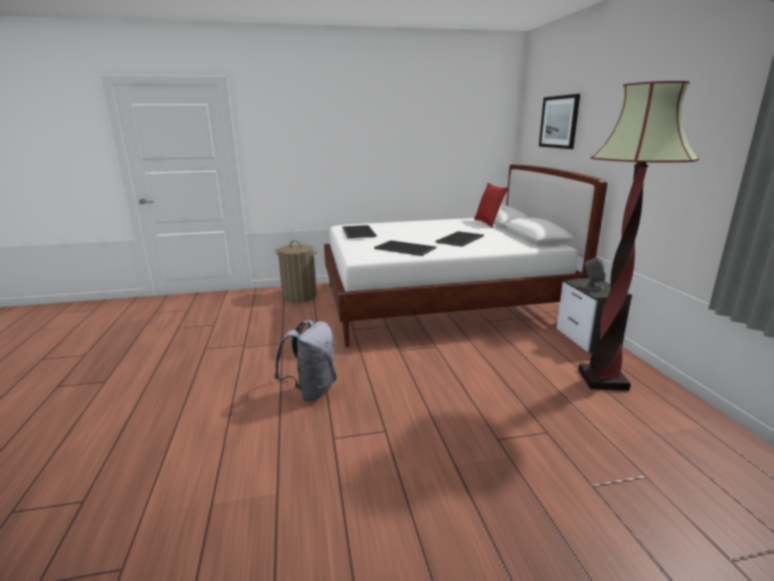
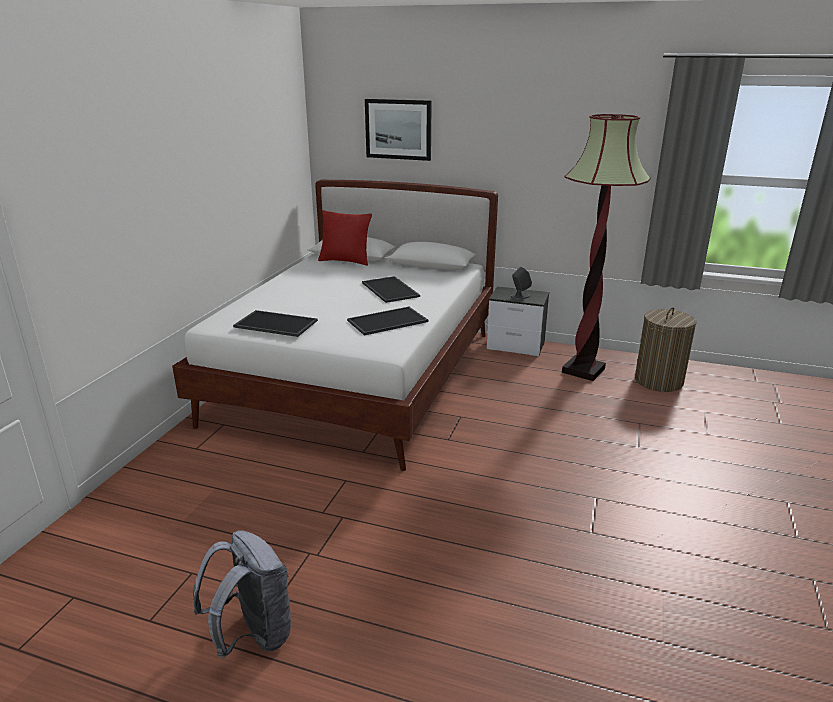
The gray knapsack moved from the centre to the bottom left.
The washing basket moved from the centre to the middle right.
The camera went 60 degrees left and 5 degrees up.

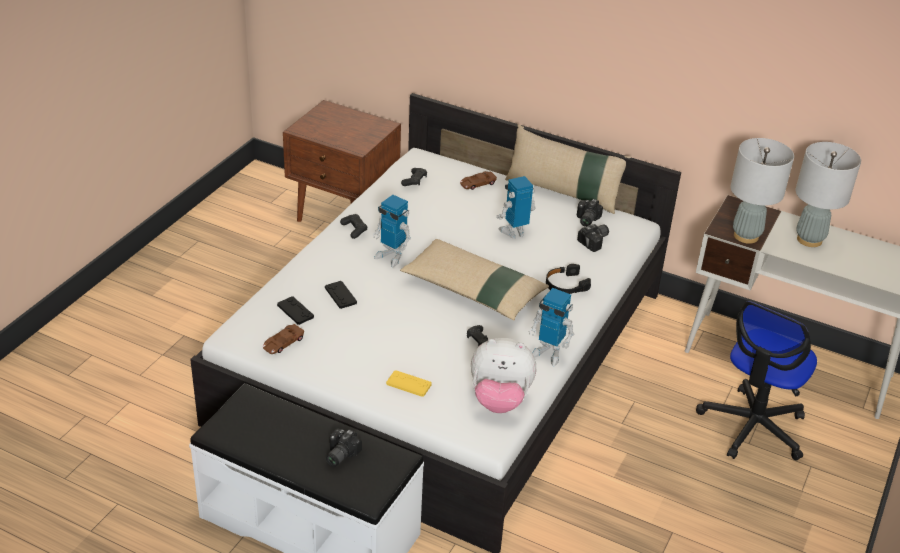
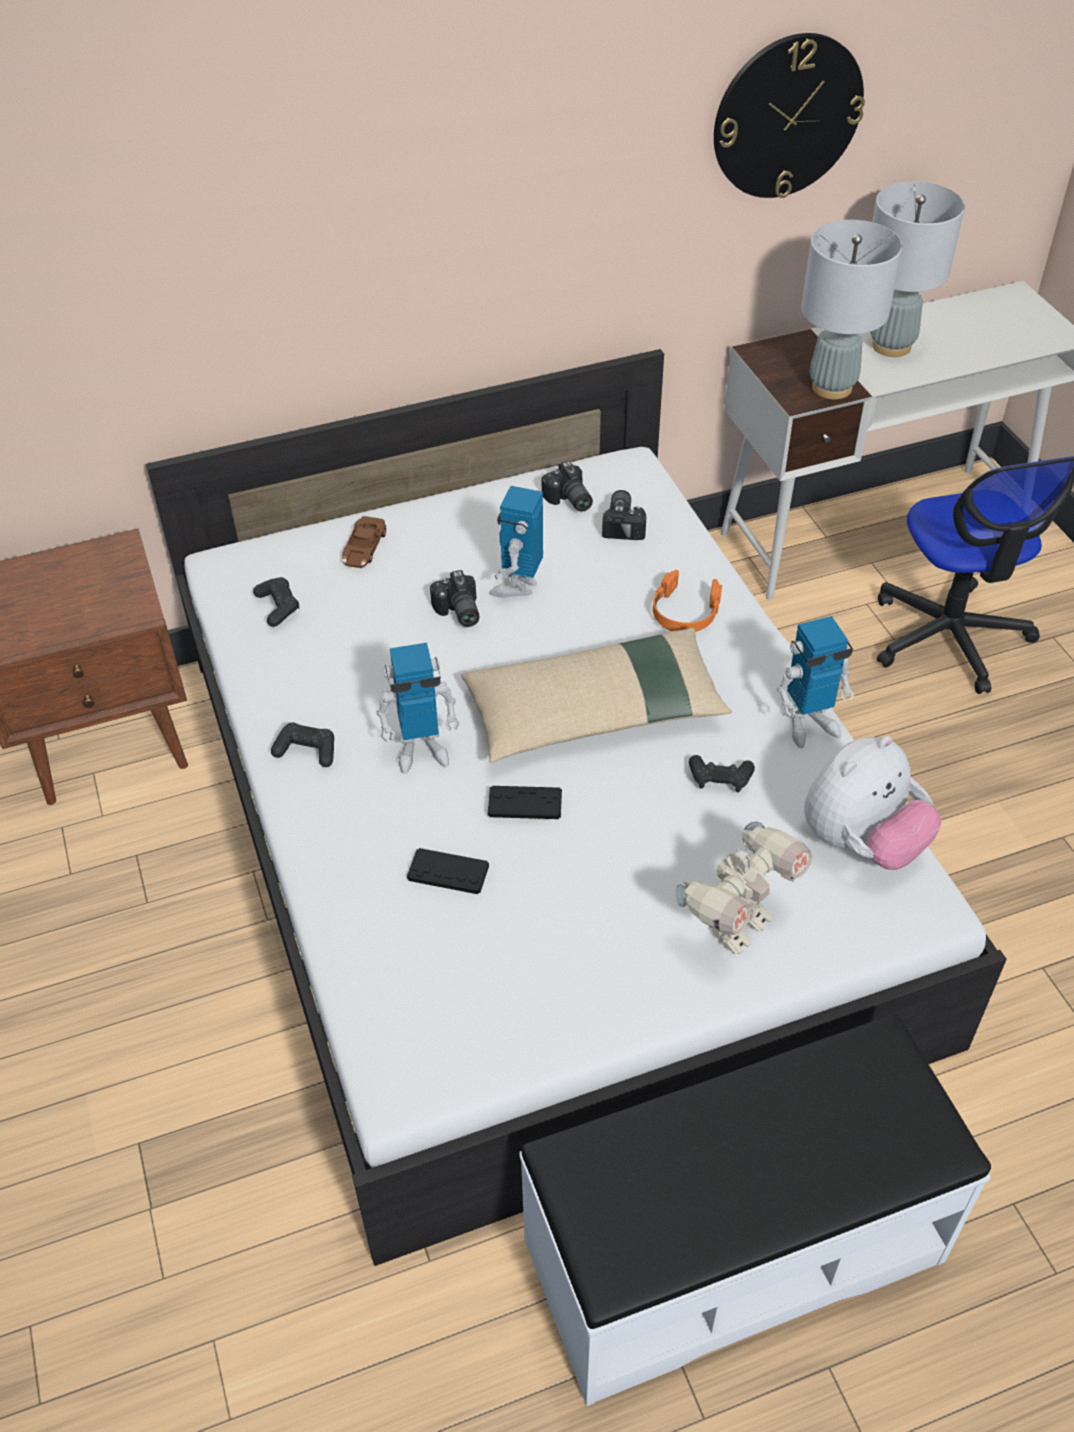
The still camera (no. 1 from left) moved from the bottom centre to the centre.
The black game controller (no. 1 from left in the first image) moved from the middle left to the centre.
The black headphones at the centre became the orangey headphones at the centre.
The yellow-coloured game controller at the bottom centre was replaced by the toy robot (no. 3 from left) at the middle right.
The clock on the wall at the top right appeared.
The brownish model car (no. 1 from left) at the middle left disappeared.
The beige pillow (no. 2 from left) at the top centre disappeared.
The camera went 45 degrees left and 10 degrees up.

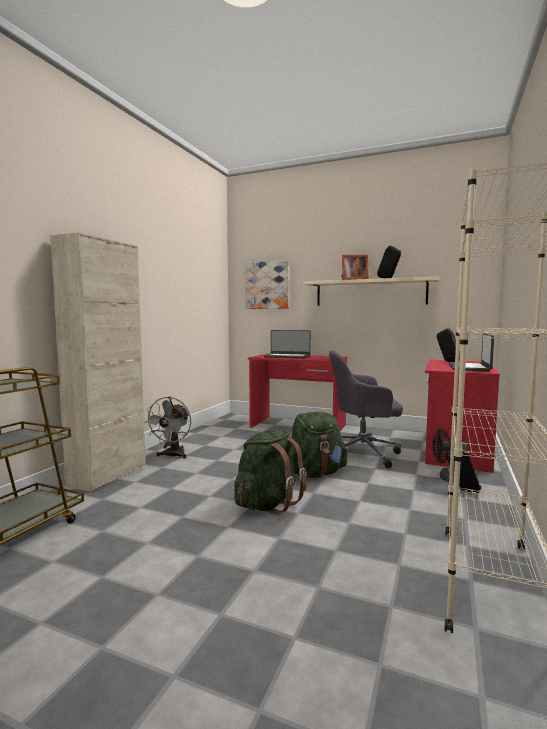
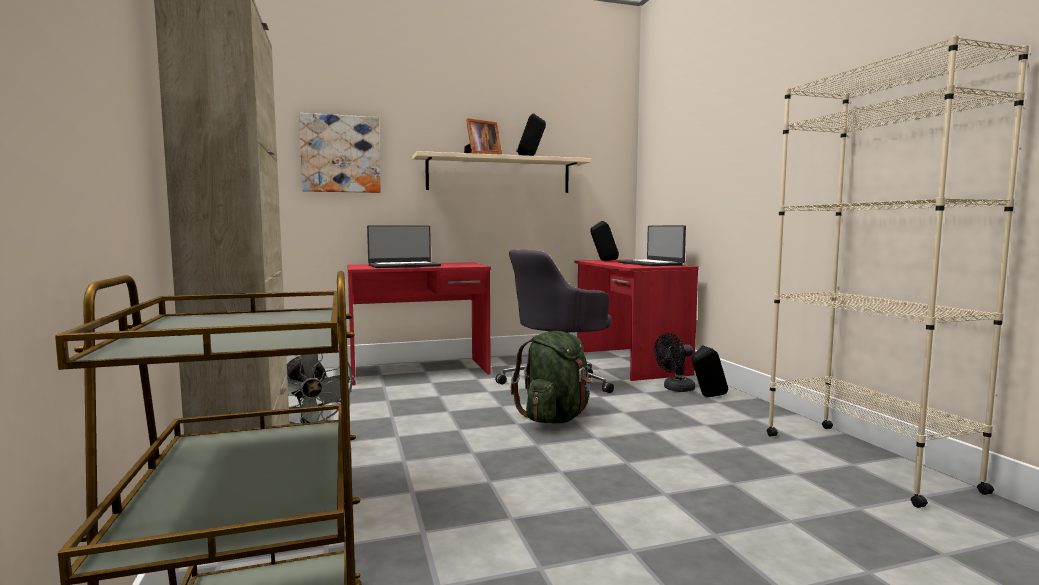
The greenish knapsack (no. 1 from left) at the centre disappeared.
The camera went 40 degrees left and 0 degrees up.

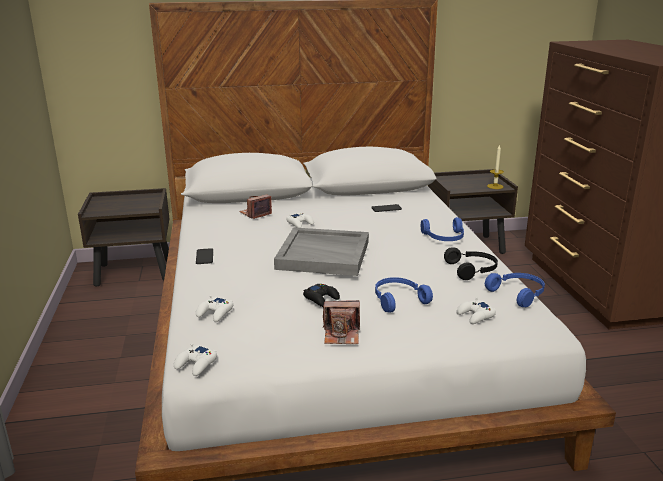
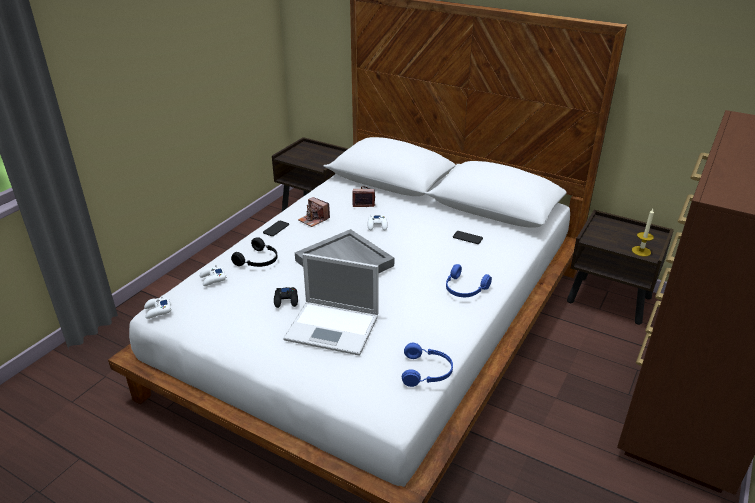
The black headphones moved from the middle right to the centre.
The blue-coloured headphones (no. 1 from left) at the centre was replaced by the portable computer at the centre.
The still camera (no. 2 from left in the first image) moved from the bottom centre to the centre.
The whitish game controller (no. 4 from left) at the middle right disappeared.
The camera went 40 degrees right and 10 degrees up.

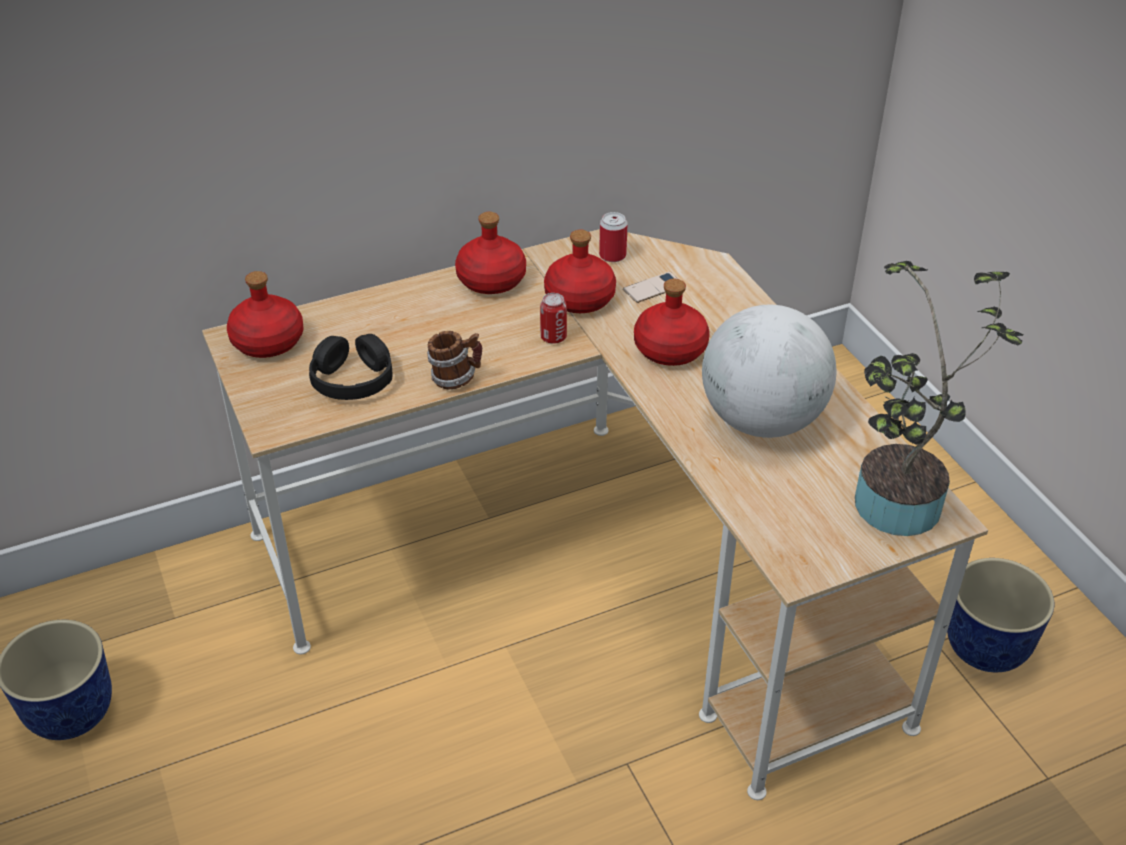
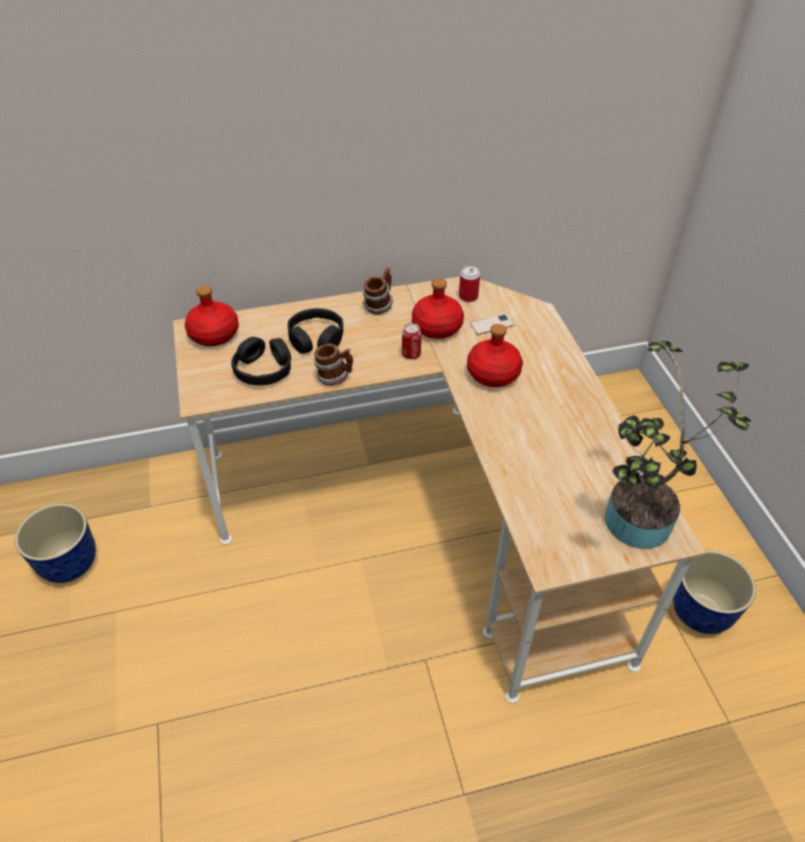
The black headphones (no. 2 from left) at the centre appeared.
The red-coloured beverage bottle (no. 2 from left) at the top centre was replaced by the coffee mug (no. 2 from left) at the centre.
The desk globe at the middle right disappeared.
The camera went 10 degrees right and 5 degrees up.

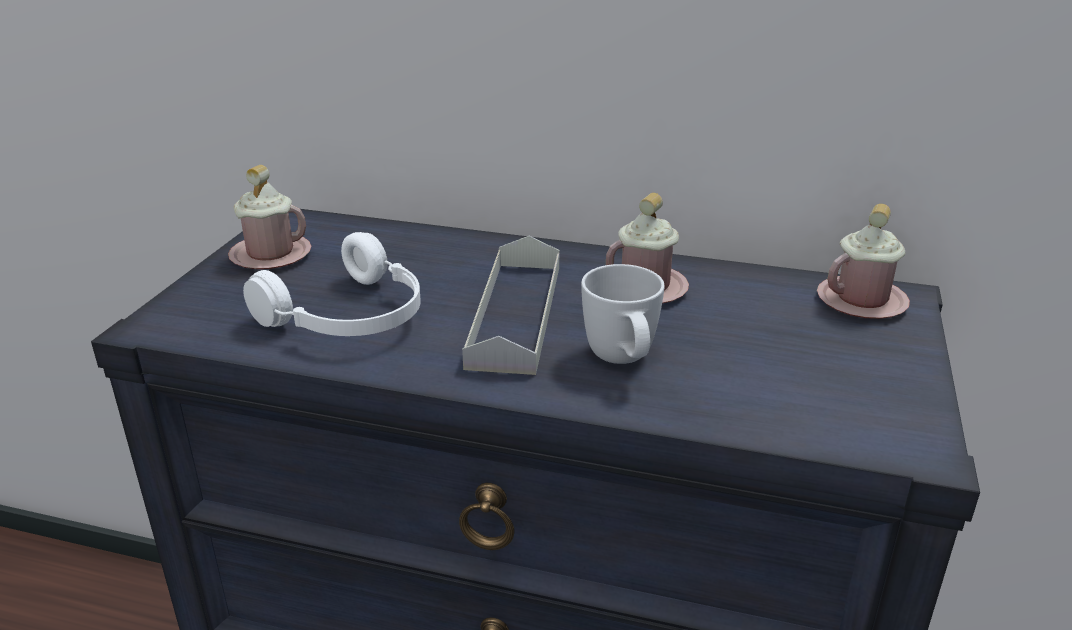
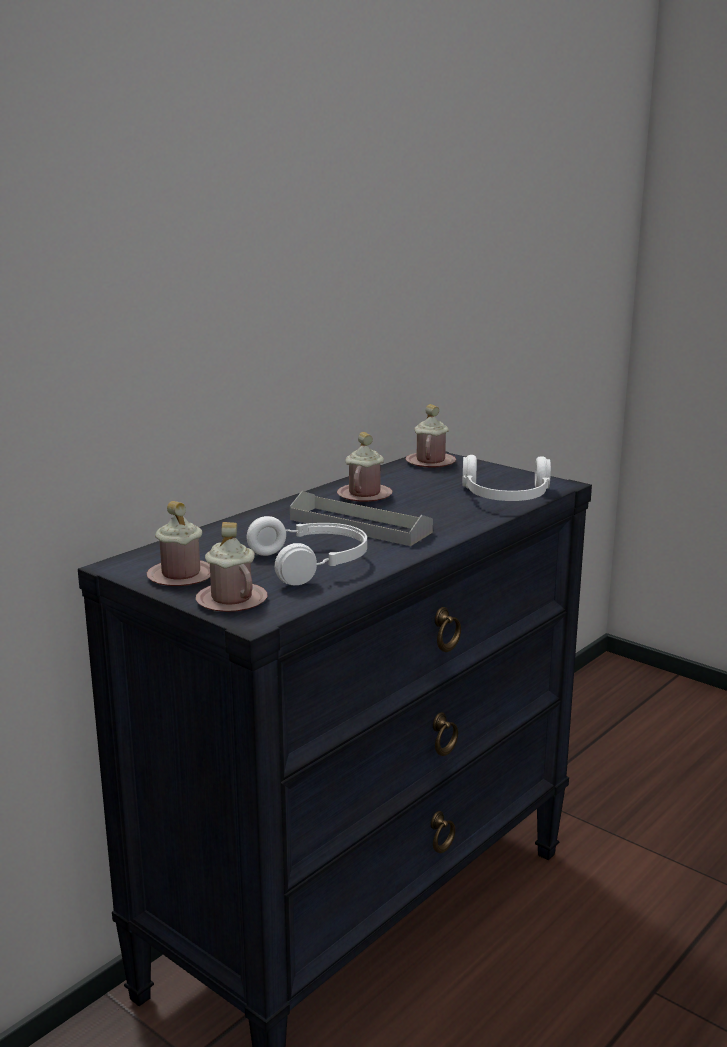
The pinkish coffee mug (no. 2 from left) at the middle left appeared.
The whitish headphones (no. 2 from left) at the middle right appeared.
The whitish coffee mug at the centre disappeared.
The camera went 65 degrees left and 10 degrees down.

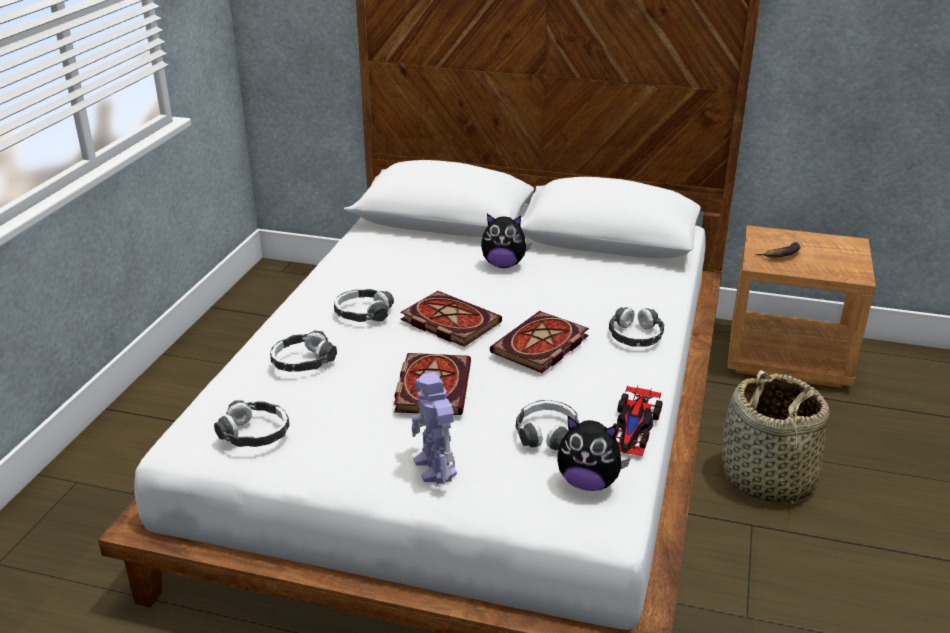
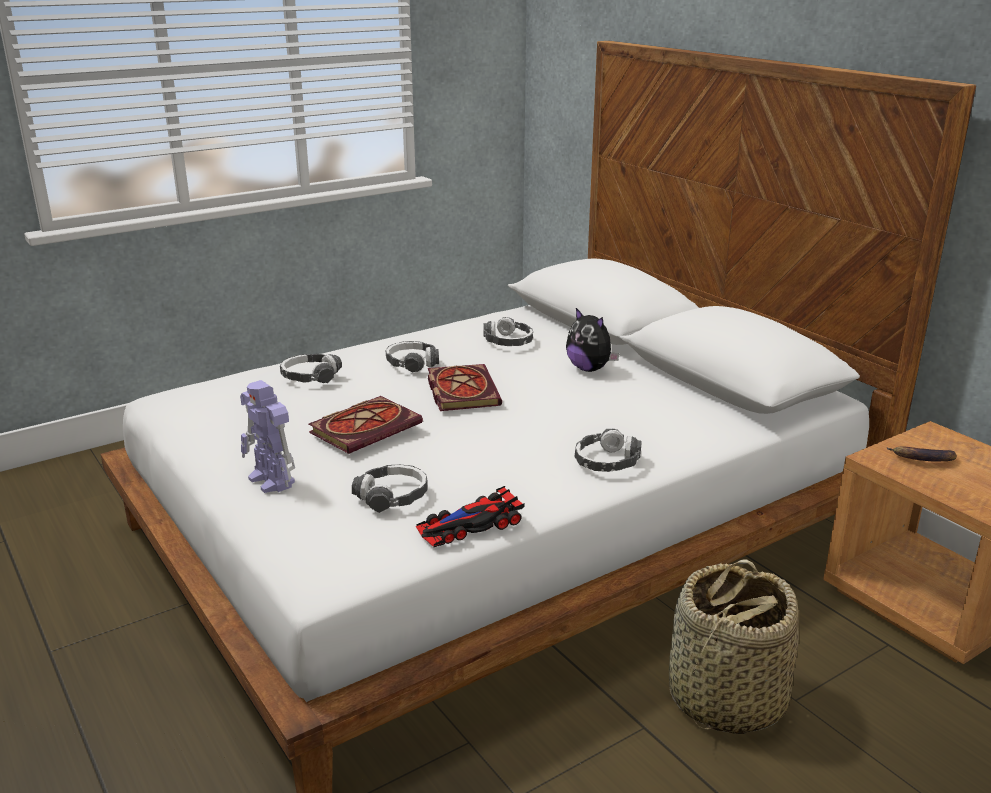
The toy robot at the bottom centre turned 60 degrees counterclockwise.
The headphones (no. 1 from left in the first image) moved from the bottom left to the centre.
The book (no. 3 from left) at the centre disappeared.
The cuddly toy (no. 2 from left) at the bottom centre disappeared.
The camera went 40 degrees right and 5 degrees down.

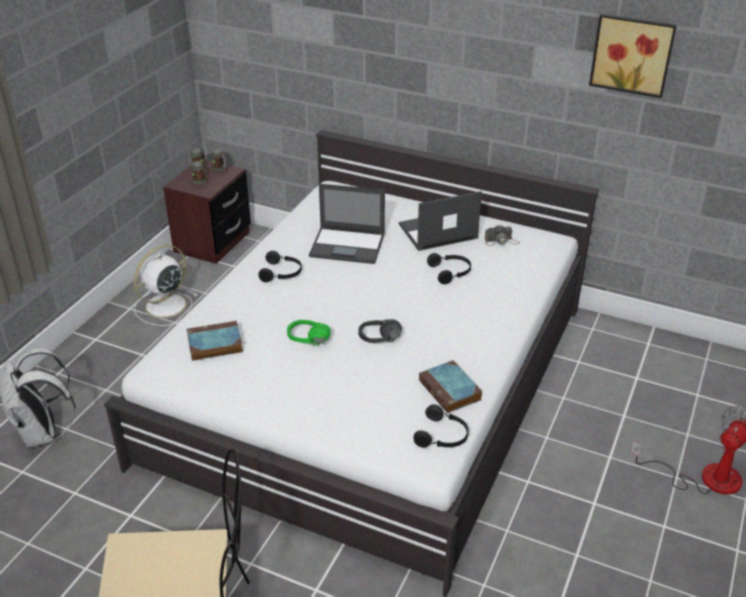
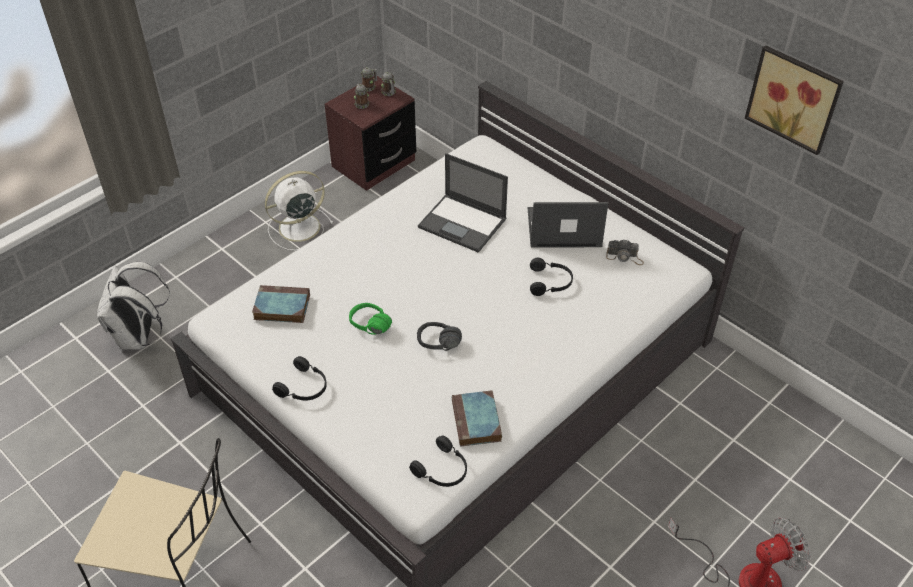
The black headphones (no. 1 from left) moved from the centre to the middle left.
The camera went 20 degrees right and 10 degrees up.

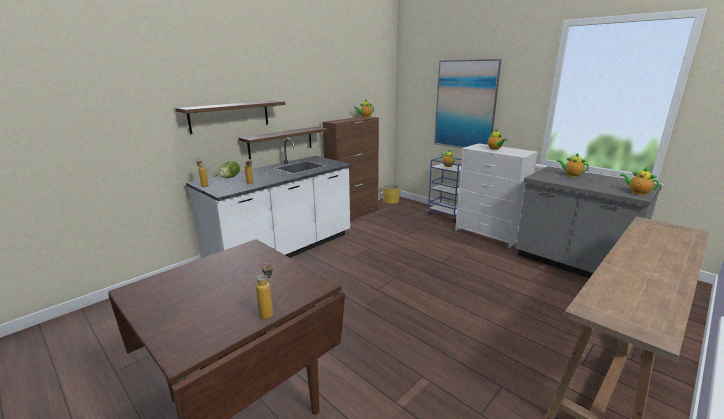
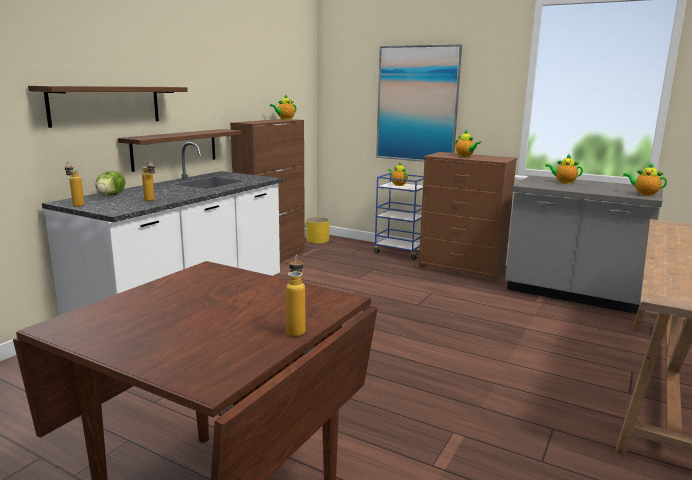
The whitish dresser at the middle right became the brownish dresser at the middle right.
The camera went 15 degrees left and 5 degrees down.

